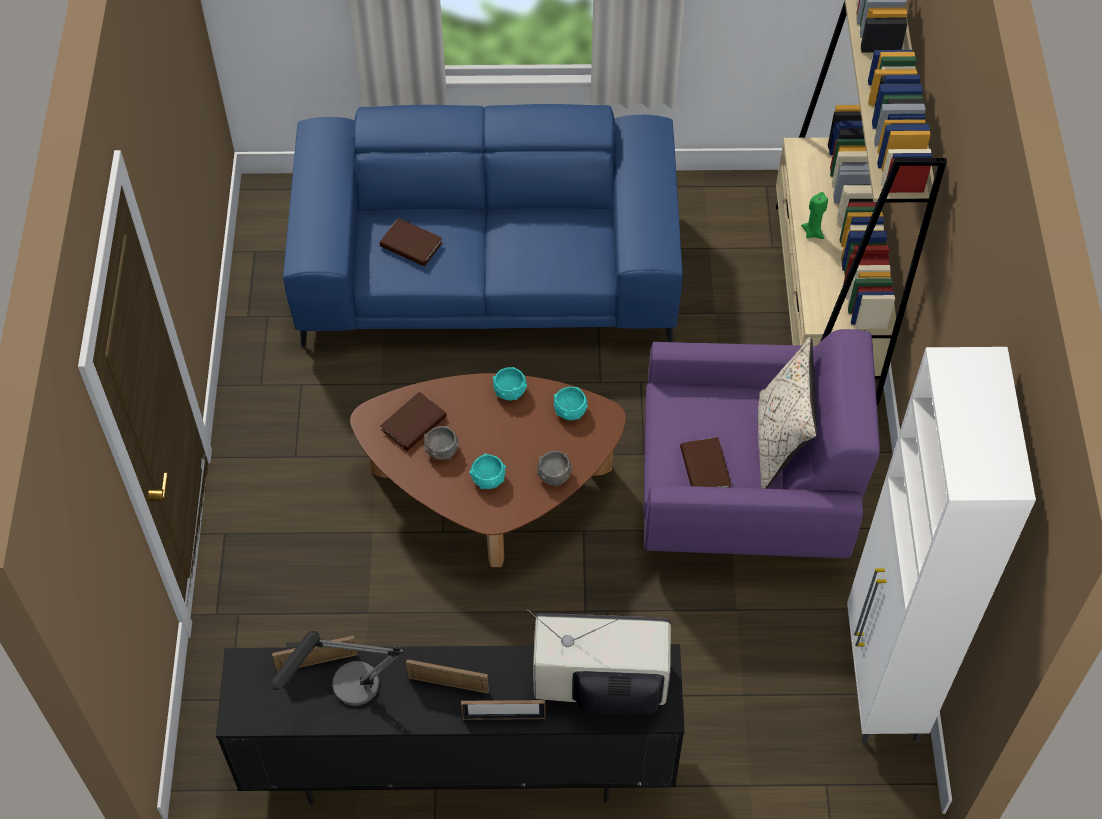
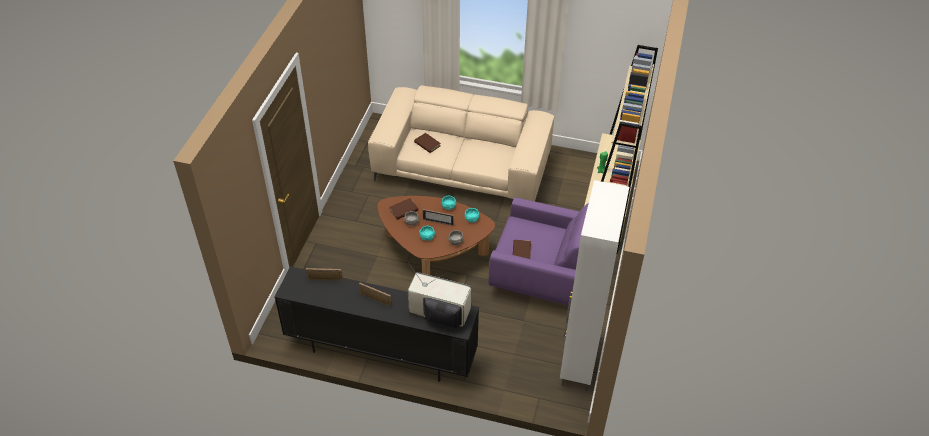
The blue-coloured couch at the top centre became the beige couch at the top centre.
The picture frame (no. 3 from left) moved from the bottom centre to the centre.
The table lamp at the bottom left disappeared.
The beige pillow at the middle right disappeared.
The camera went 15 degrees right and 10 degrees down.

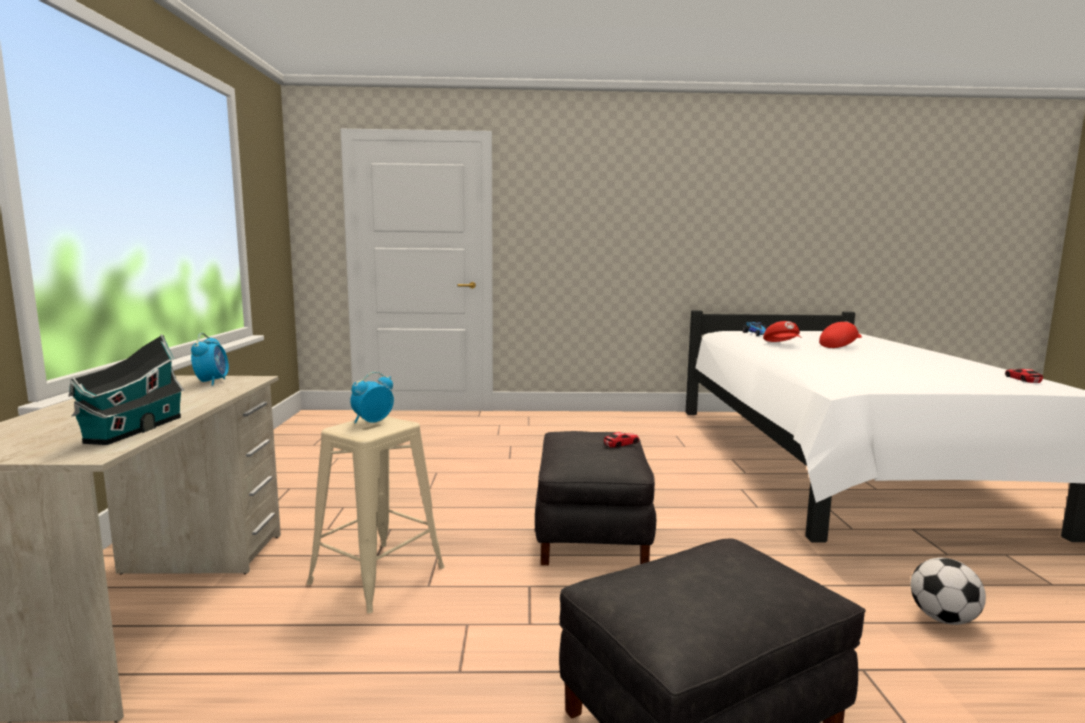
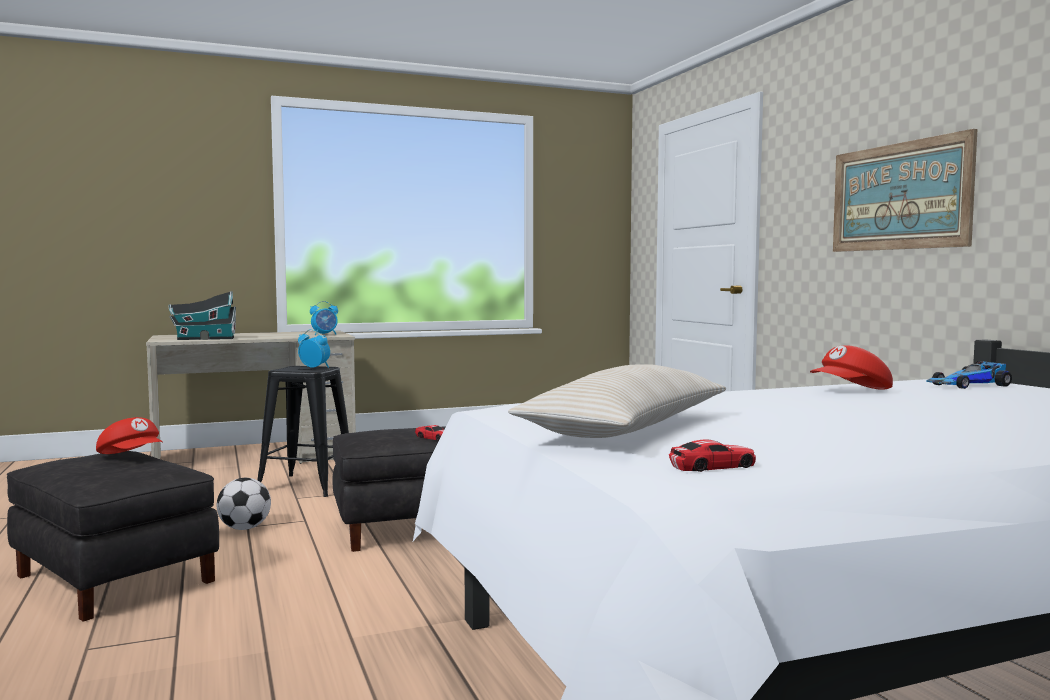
The red-coloured peaked cap (no. 2 from left in the first image) moved from the middle right to the middle left.
The ball for football moved from the bottom right to the bottom left.
The beige sitting stool at the bottom centre became the black sitting stool at the middle left.
The beige pillow at the centre appeared.
The wall art at the top right appeared.
The camera went 70 degrees right and 5 degrees down.

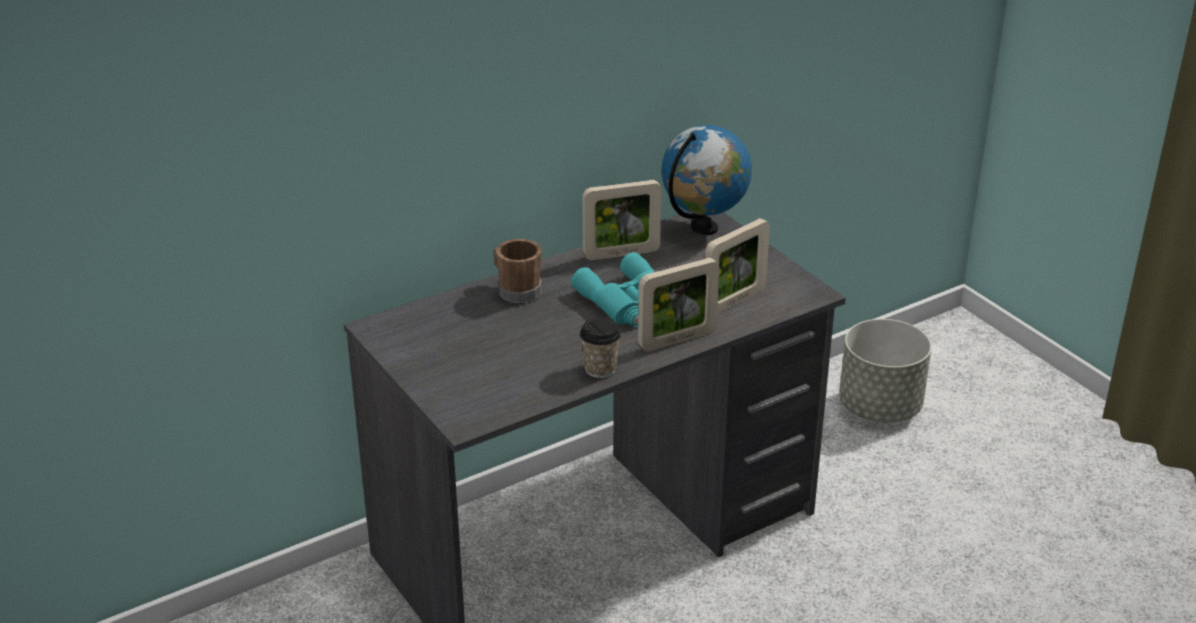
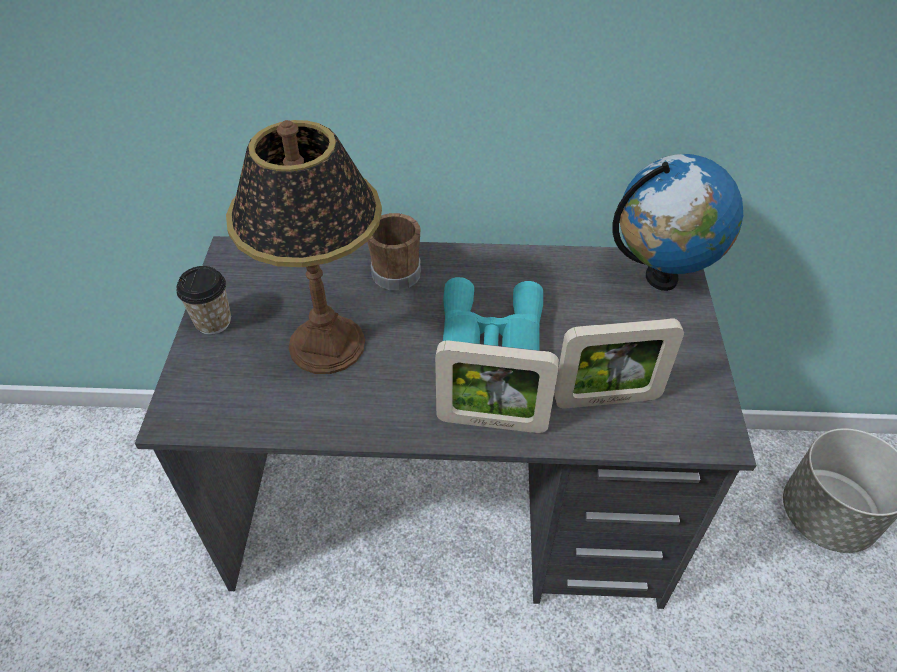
The small cup moved from the centre to the middle left.
The table lamp at the centre appeared.
The picture frame (no. 1 from left) at the centre disappeared.
The camera went 35 degrees right and 15 degrees up.

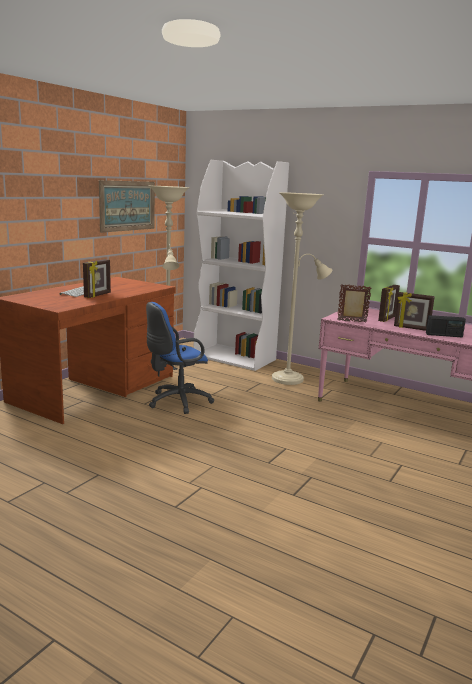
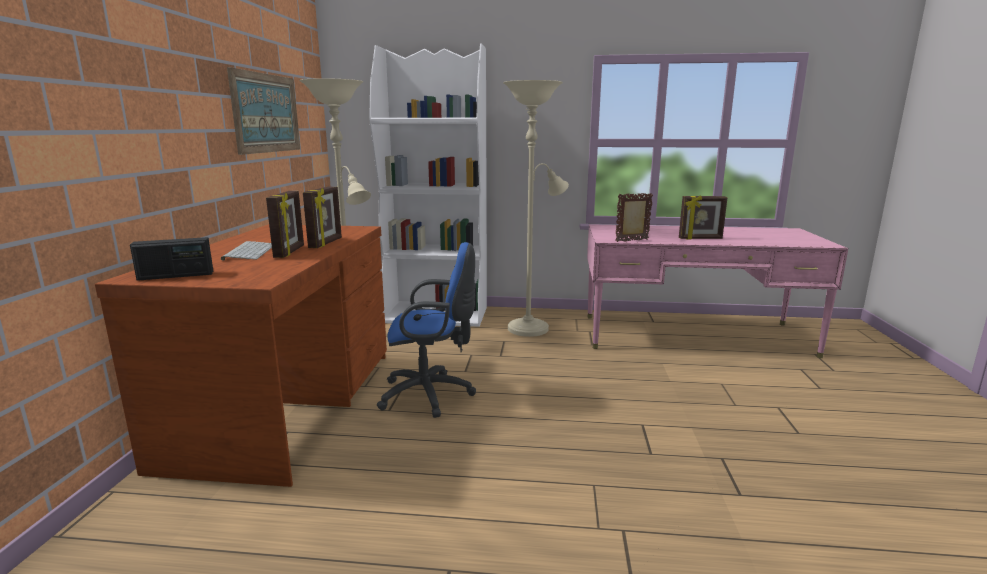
The radio receiver moved from the middle right to the middle left.
The picture frame (no. 3 from left in the first image) moved from the middle right to the middle left.
The blue-coloured office chair at the centre turned 120 degrees counterclockwise.
The camera went 25 degrees left and 0 degrees up.

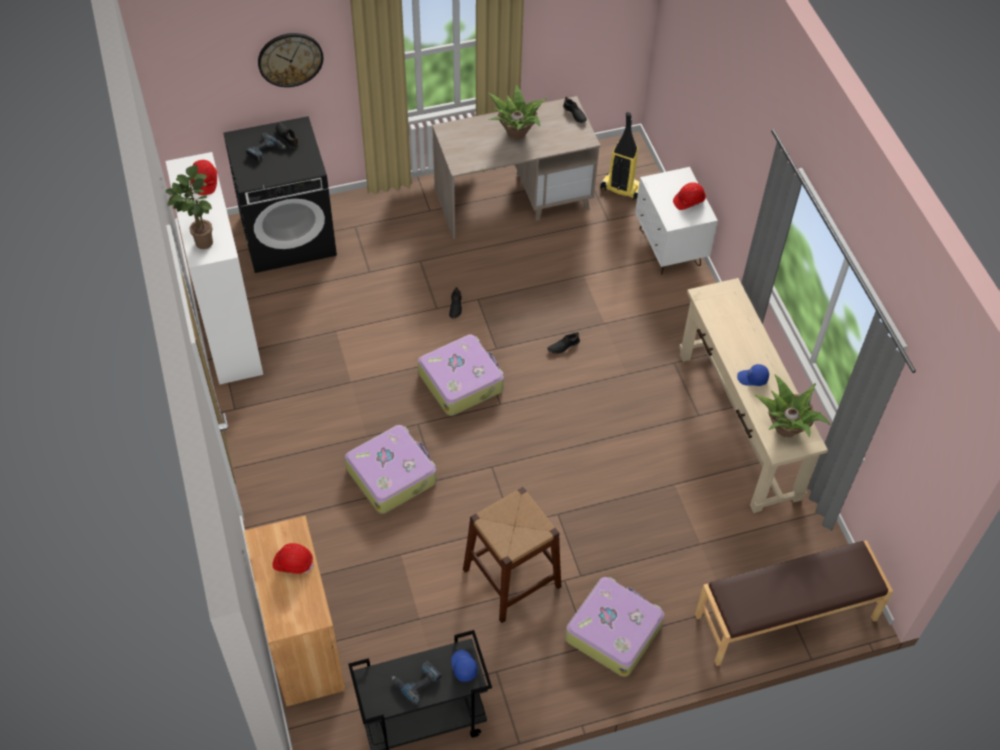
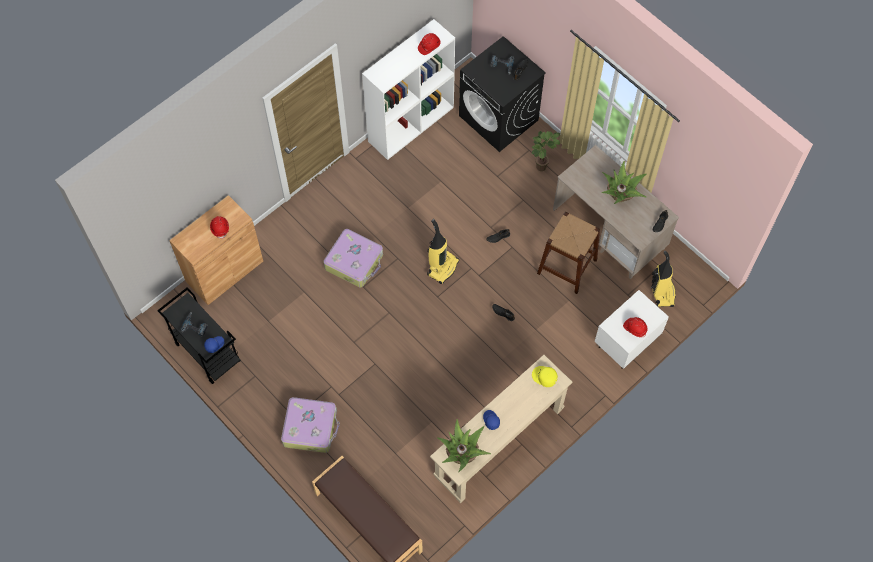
The piece of luggage (no. 2 from left) at the centre was replaced by the vacuum cleaner (no. 1 from left) at the centre.
The potted plant (no. 1 from left in the first image) moved from the top left to the top centre.
The yellow-coloured peaked cap at the bottom centre appeared.
The brownish sitting stool moved from the bottom centre to the centre.
The clock on the wall at the top left disappeared.
The camera went 65 degrees right and 10 degrees up.

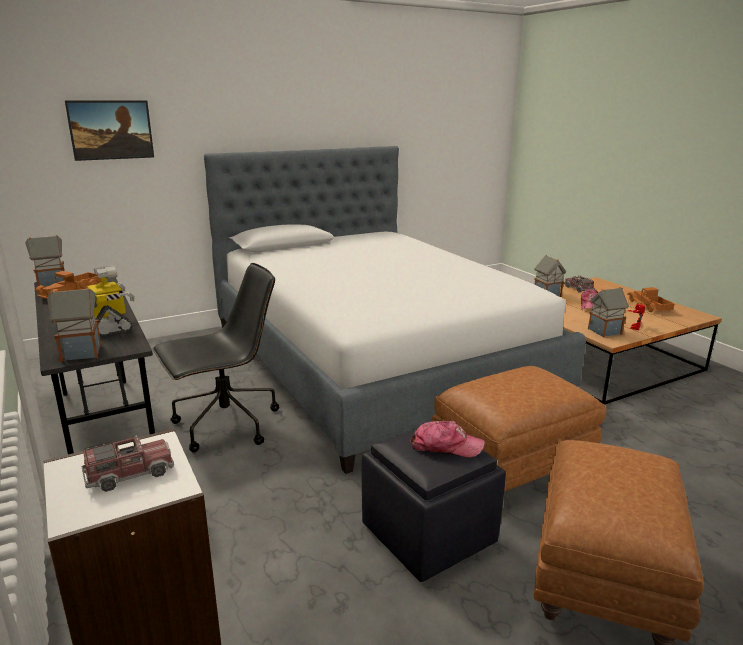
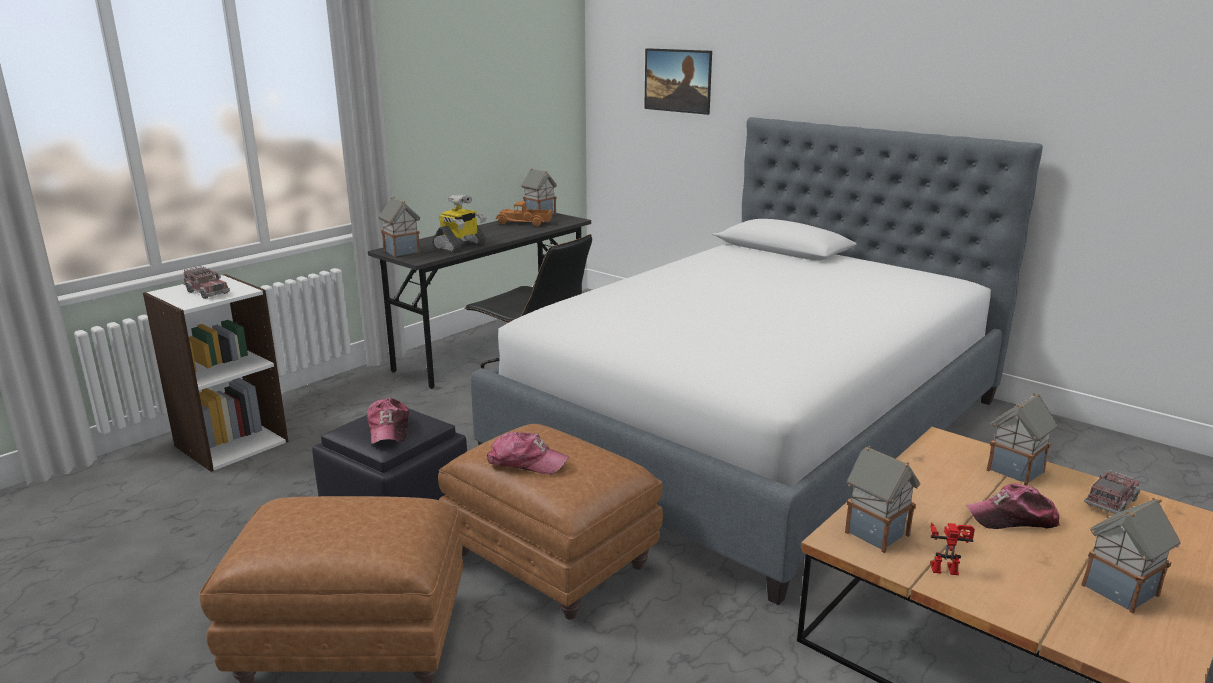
The peaked cap (no. 2 from left) at the centre appeared.
The toy truck (no. 4 from left) at the middle right was replaced by the toy house (no. 5 from left) at the bottom right.
The camera went 70 degrees right and 0 degrees up.

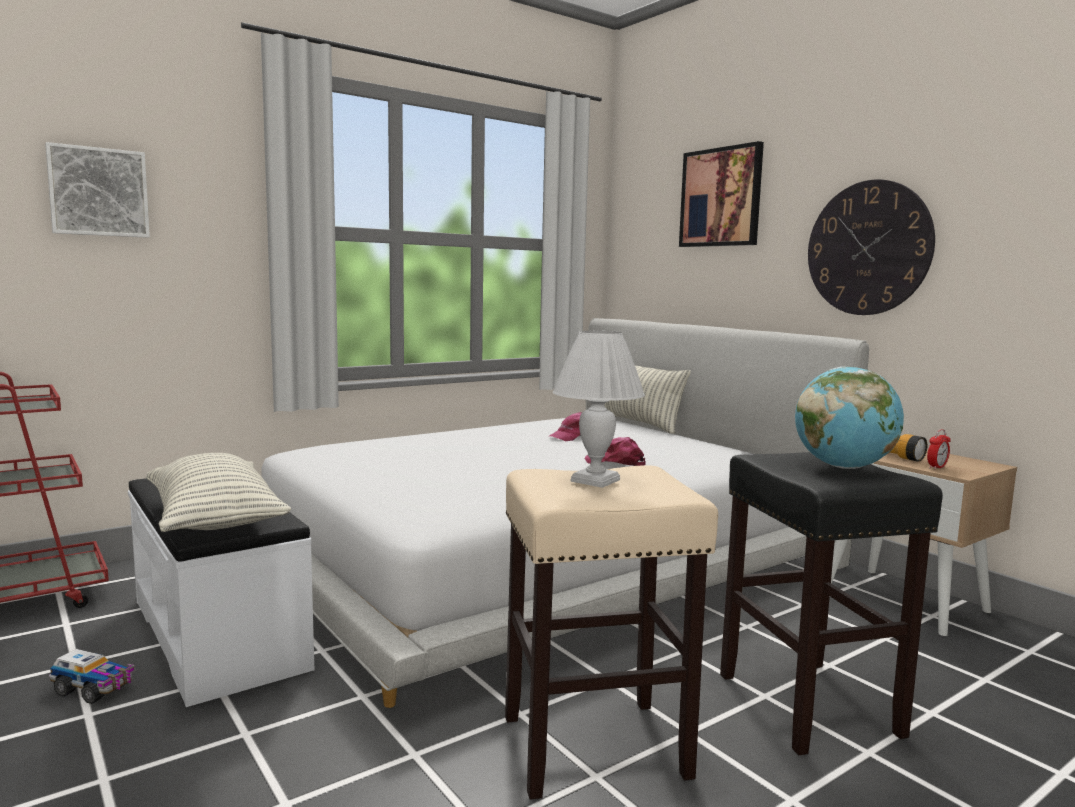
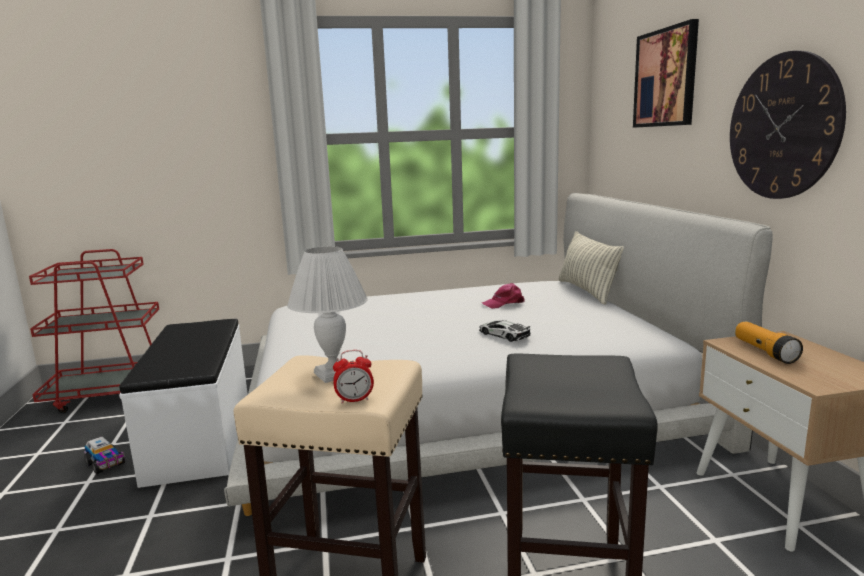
The bedside clock moved from the middle right to the centre.
The pinkish peaked cap (no. 2 from left) at the centre was replaced by the model car at the centre.
The wall art (no. 1 from left) at the top left disappeared.
The pillow (no. 1 from left) at the middle left disappeared.
The desk globe at the middle right disappeared.
The camera went 25 degrees right and 5 degrees up.

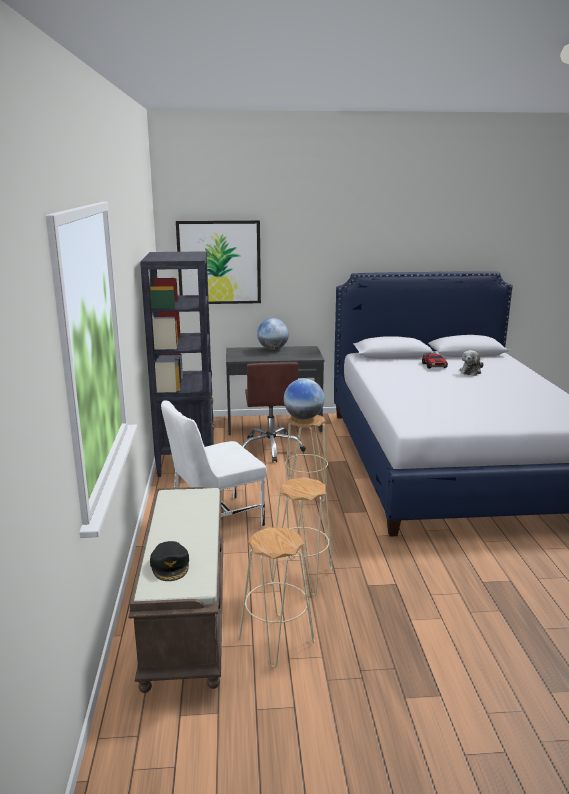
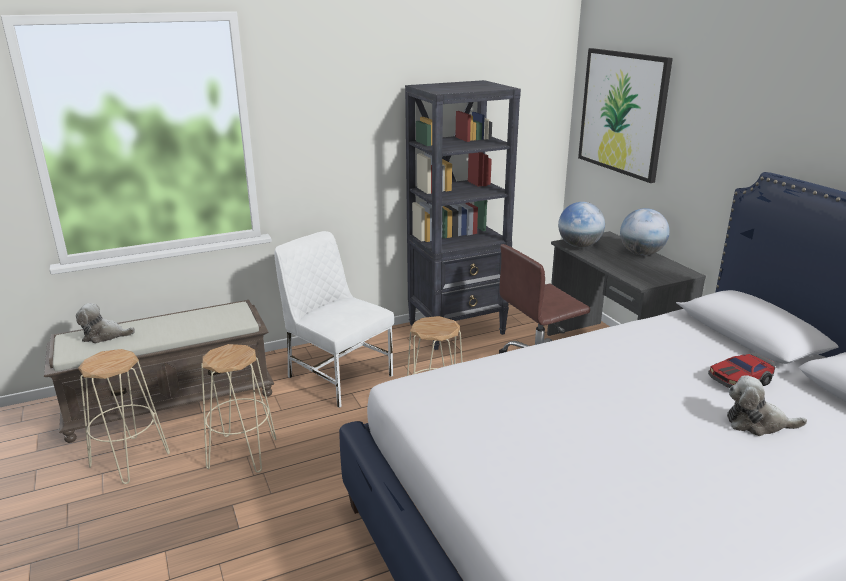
The black peaked cap at the bottom left was replaced by the cuddly toy (no. 1 from left) at the middle left.
The desk globe (no. 2 from left in the first image) moved from the centre to the middle right.
The camera went 70 degrees right and 5 degrees up.

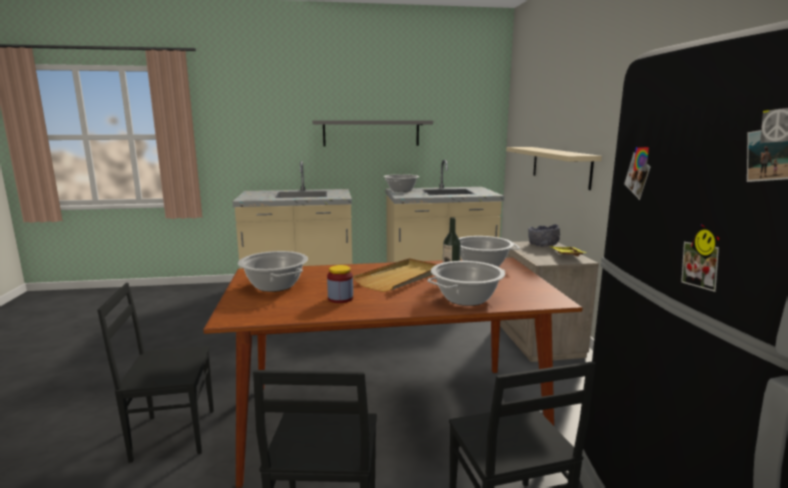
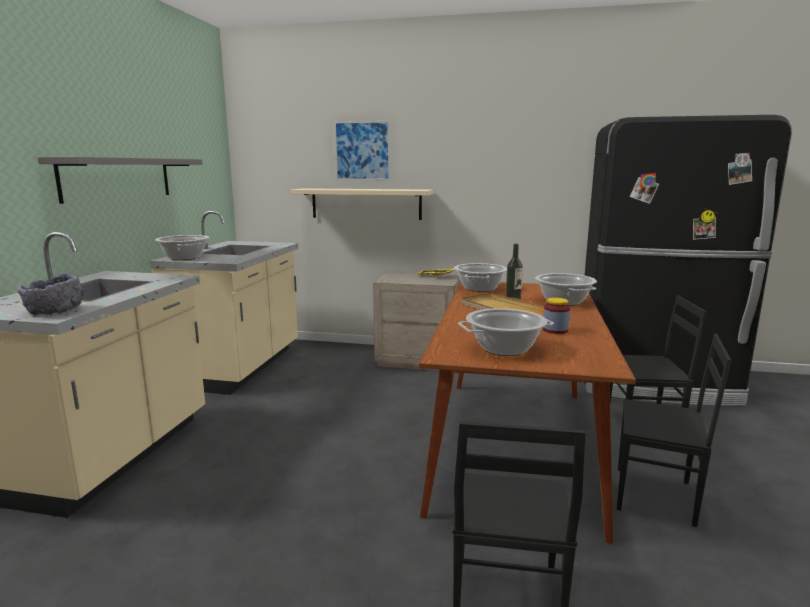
The gray deep dish moved from the middle right to the middle left.
The wall art at the top centre appeared.
The camera went 70 degrees left and 0 degrees up.

